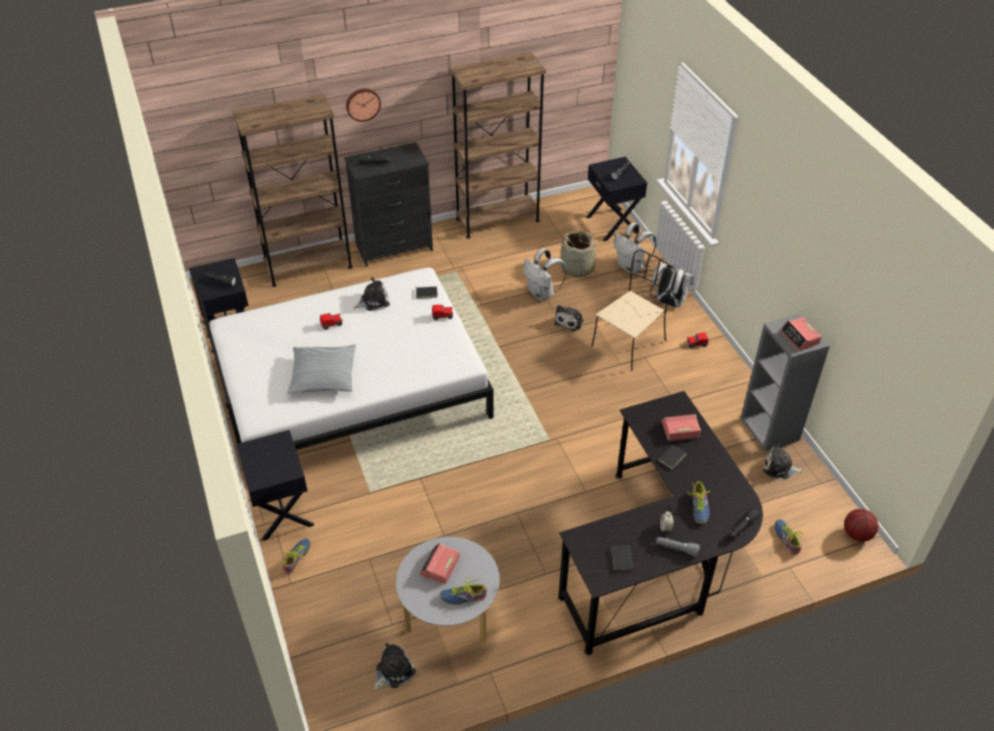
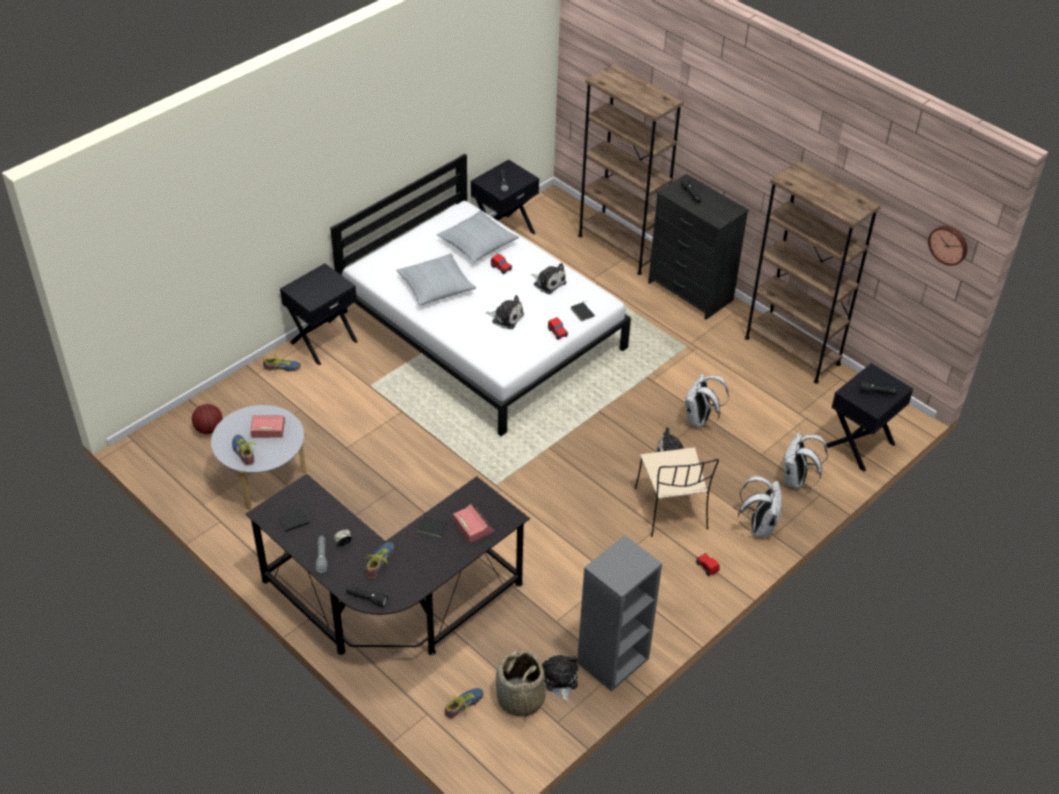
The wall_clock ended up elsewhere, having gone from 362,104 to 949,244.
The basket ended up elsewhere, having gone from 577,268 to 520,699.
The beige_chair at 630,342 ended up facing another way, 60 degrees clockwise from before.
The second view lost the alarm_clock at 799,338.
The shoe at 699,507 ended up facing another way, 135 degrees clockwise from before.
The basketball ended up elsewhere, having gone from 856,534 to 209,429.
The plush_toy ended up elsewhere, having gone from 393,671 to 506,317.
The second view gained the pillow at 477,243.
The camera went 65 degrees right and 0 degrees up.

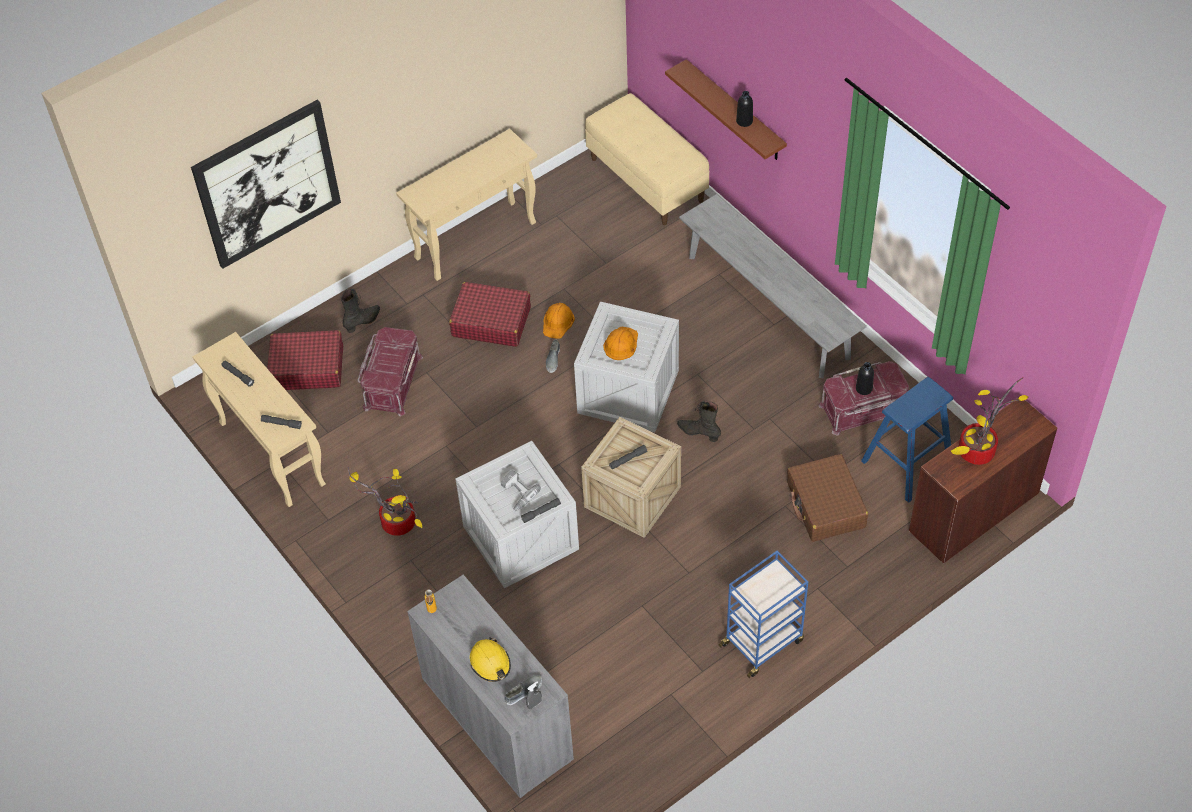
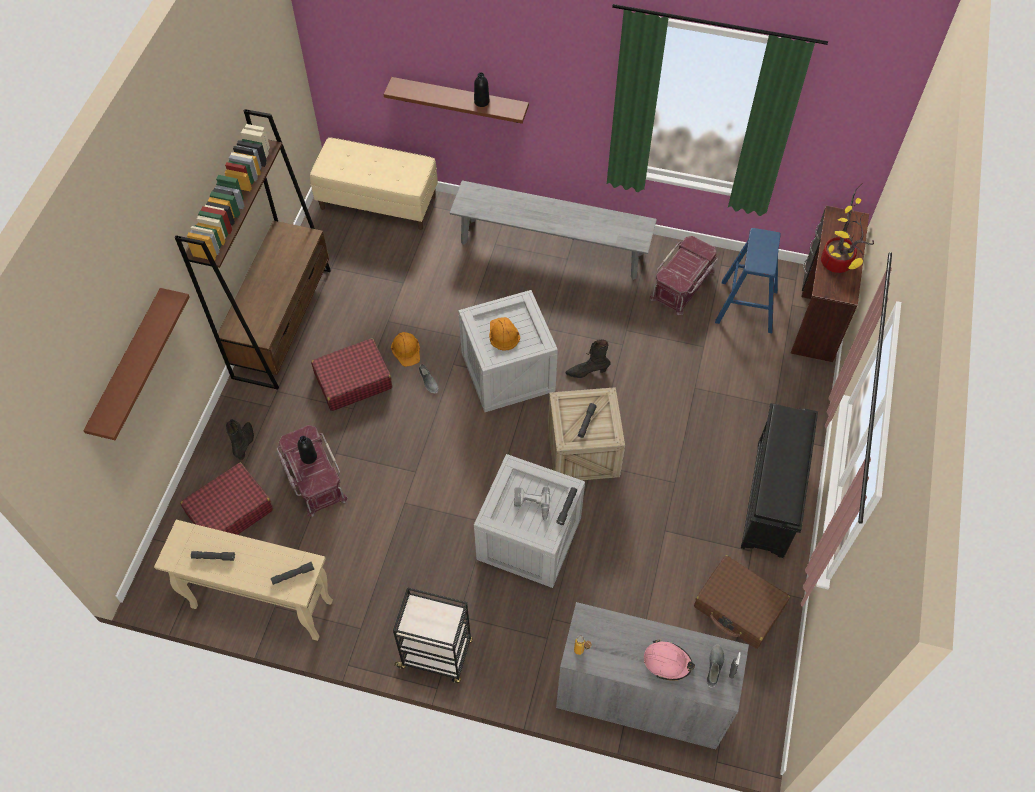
Where the picture hung at 267,184, the brown_shelf came to hang at 128,366.
Where the beige_console_table stood at 476,240, the brown_bookcase came to stand at 283,322.
The black_bottle ended up elsewhere, having gone from 864,388 to 309,457.
The brown_suitcase ended up elsewhere, having gone from 825,505 to 739,607.
The second view lost the potted_plant at 395,523.
Where the blue_cart stood at 763,642, the black_shoe_rack came to stand at 771,499.
What was the yellow_hard_hat at 490,663 turned into the pink_hard_hat at 667,662.
The second view gained the black_cart at 436,654.
The camera went 40 degrees left and 5 degrees up.

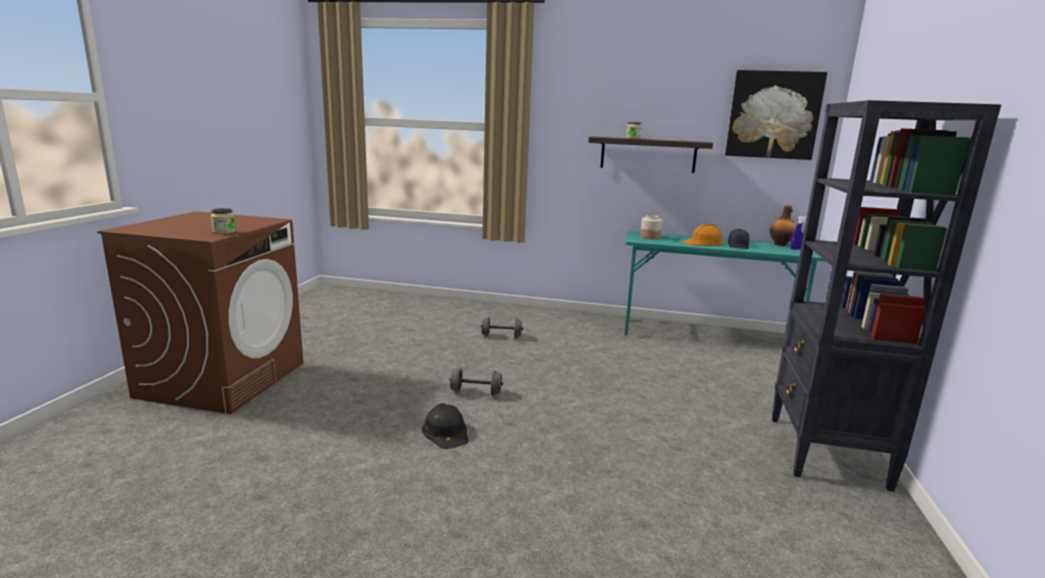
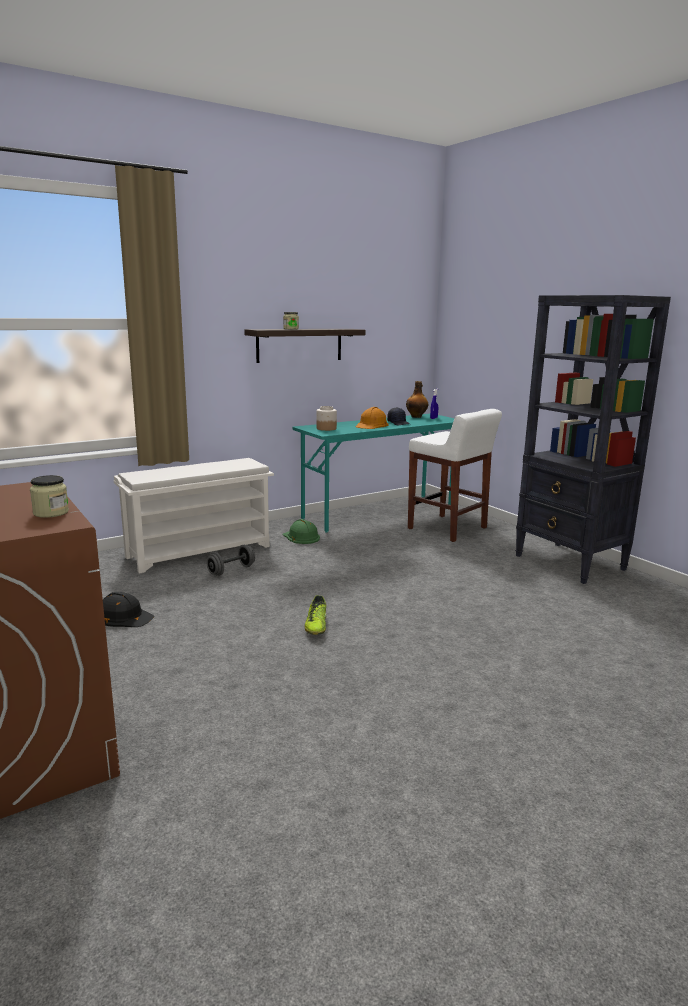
The second view lost the picture at 773,115.
Where the grey_dumbbell stood at 476,392, the shoe came to stand at 316,626.
The black_hard_hat ended up elsewhere, having gone from 446,431 to 124,617.
The second view gained the white_stool at 448,529.
The second view gained the white_shoe_rack at 200,551.
The second view gained the green_hard_hat at 301,537.
The camera went 45 degrees left and 0 degrees up.

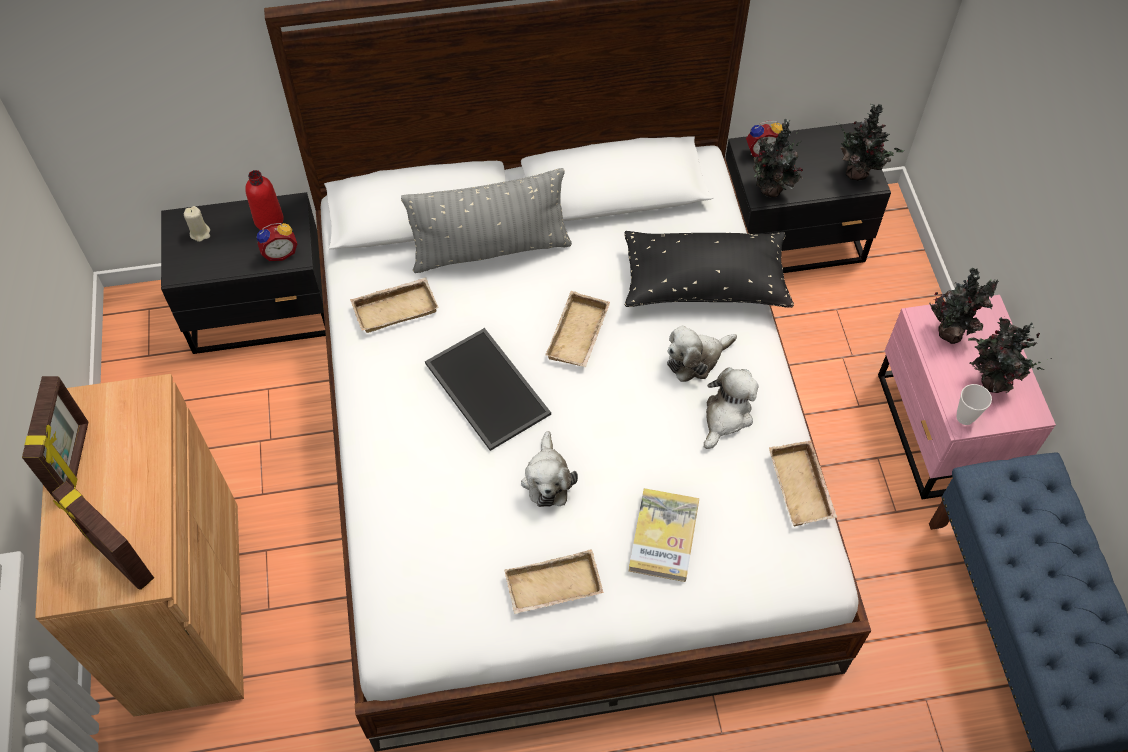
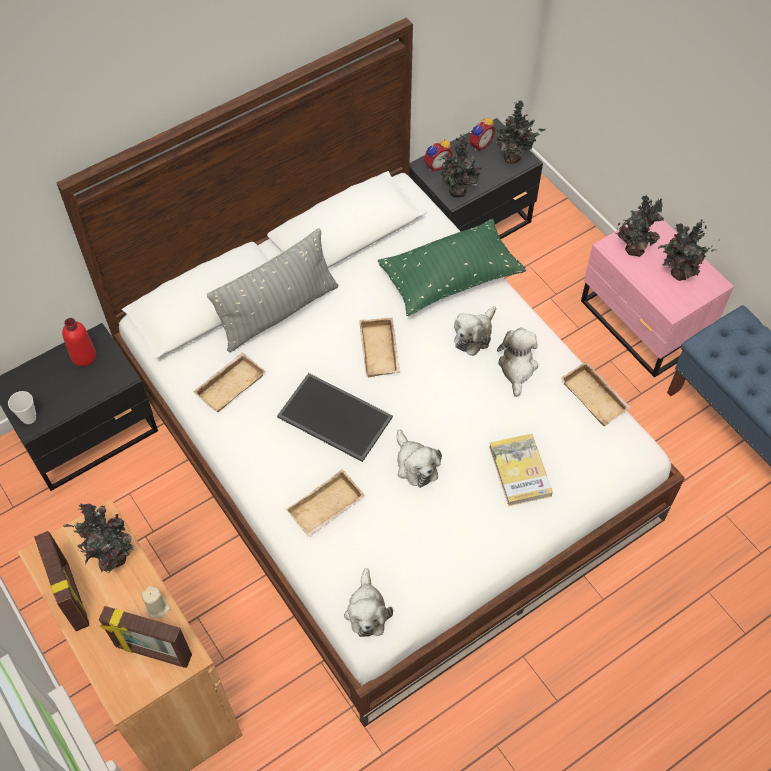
The beige_candle ended up elsewhere, having gone from 200,233 to 157,607.
The alarm_clock ended up elsewhere, having gone from 280,252 to 479,144.
What was the black_pillow at 704,283 turned into the green_pillow at 450,278.
The cup ended up elsewhere, having gone from 965,417 to 29,418.
The beige_tray ended up elsewhere, having gone from 553,588 to 326,508.
The second view gained the potted_plant at 112,557.
The second view gained the plush_toy at 367,611.
The camera went 25 degrees left and 0 degrees up.

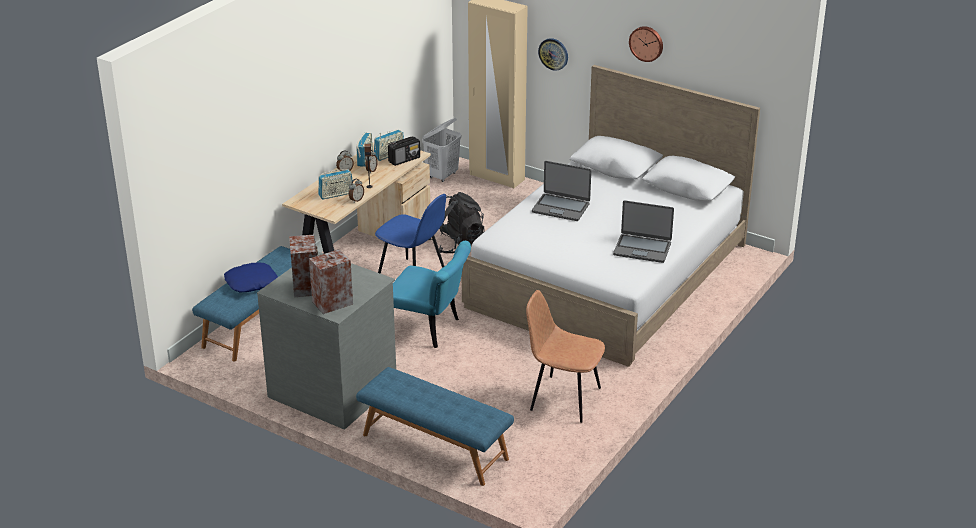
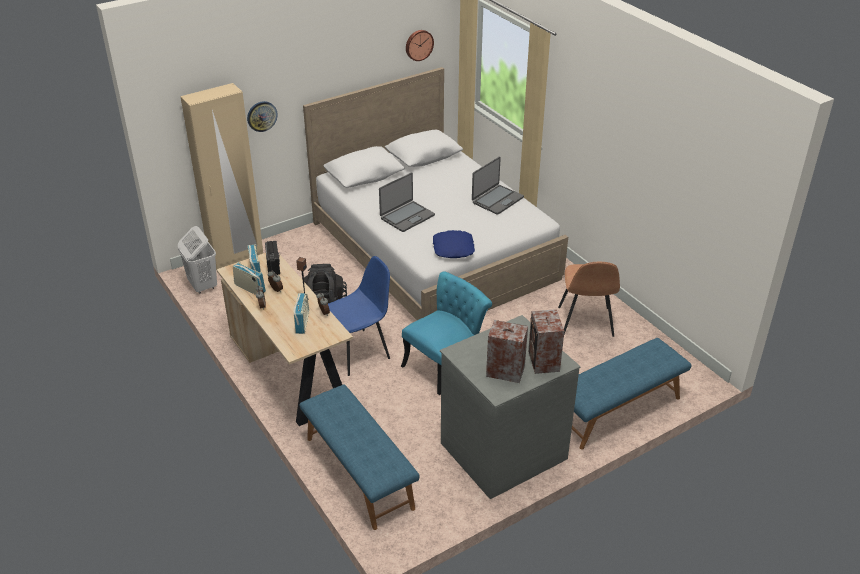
The wall_clock ended up elsewhere, having gone from 646,43 to 418,45.
The blue_pillow ended up elsewhere, having gone from 251,282 to 453,249.
The brown_chair at 563,398 ended up facing another way, 45 degrees counterclockwise from before.
The camera went 65 degrees left and 5 degrees up.

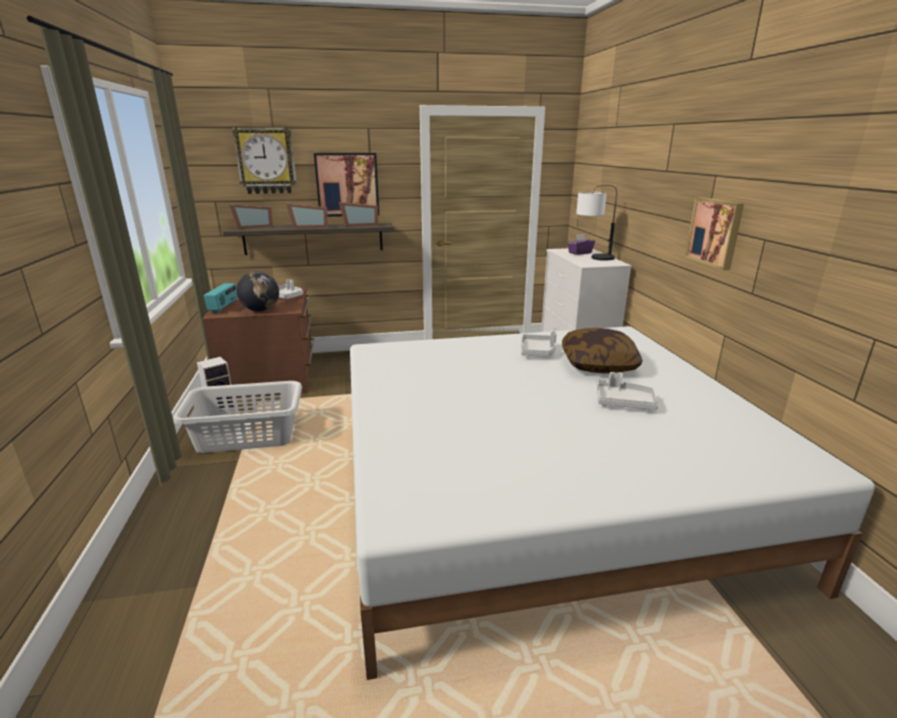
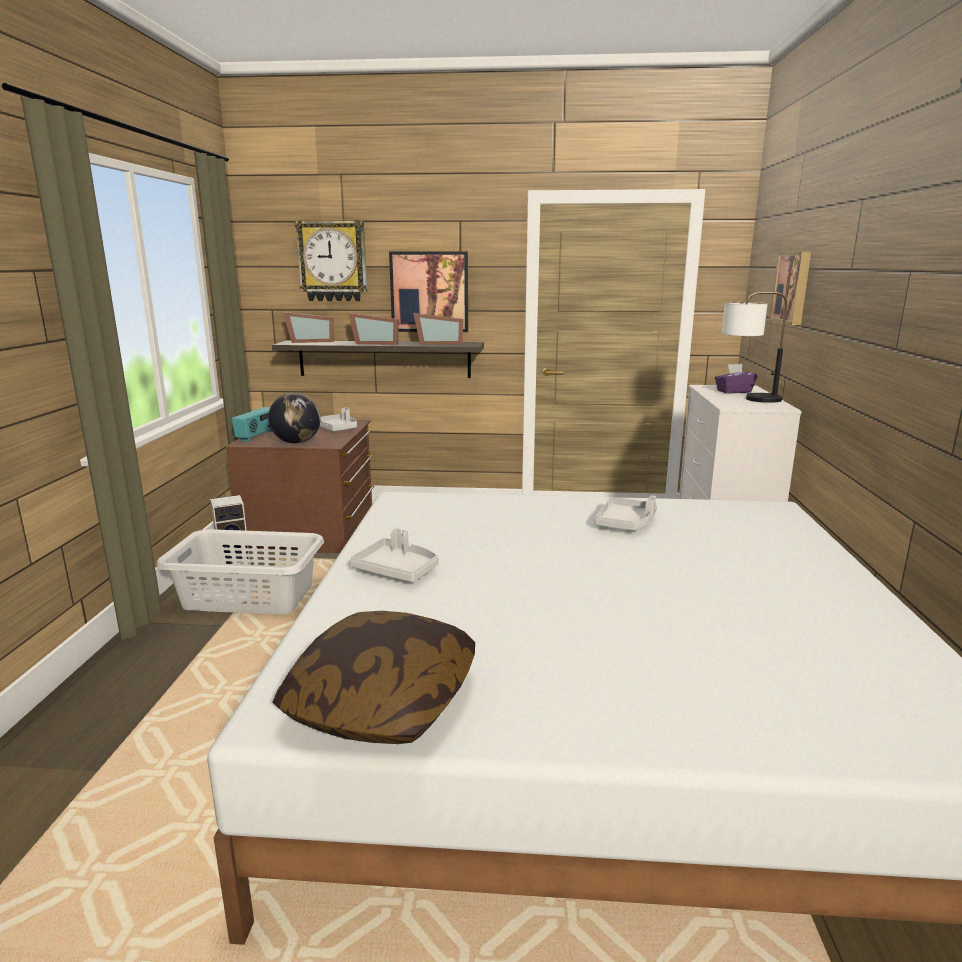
The picture ended up elsewhere, having gone from 715,232 to 793,287.
The pillow ended up elsewhere, having gone from 598,364 to 382,702.
The grey_tray ended up elsewhere, having gone from 624,402 to 397,570.
The camera went 15 degrees right and 5 degrees down.

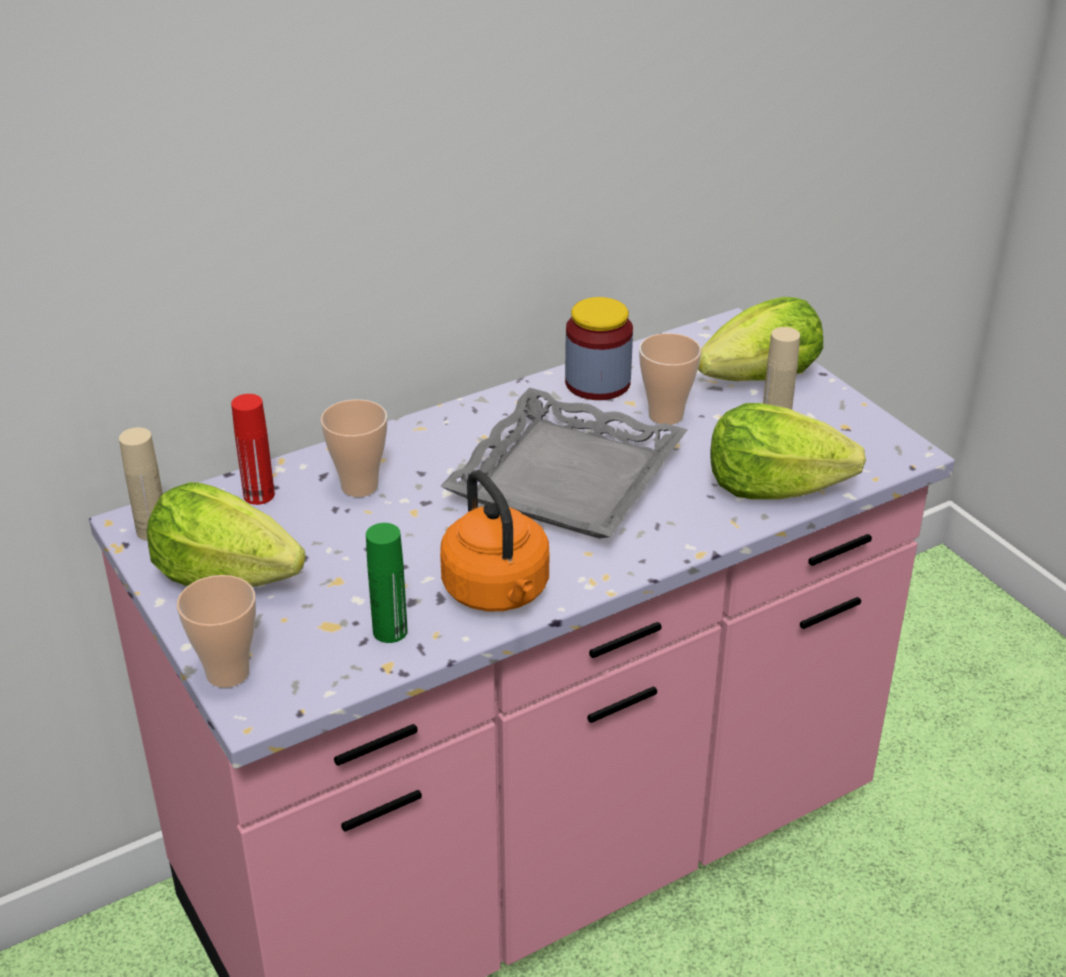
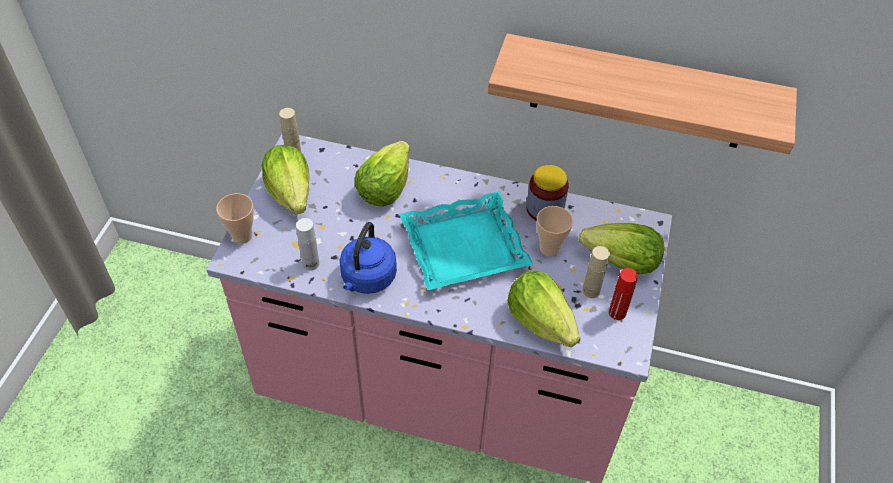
What was the grey_tray at 565,477 turned into the turquoise_tray at 464,246.
The red_bottle ended up elsewhere, having gone from 259,495 to 617,312.
Where the cup stood at 359,486, the lettuce came to stand at 384,189.
What was the orange_kettle at 498,592 turned into the blue_kettle at 367,279.
What was the green_bottle at 390,631 turned into the white_bottle at 310,263.
The second view gained the shelf at 639,93.
The camera went 45 degrees right and 15 degrees up.

